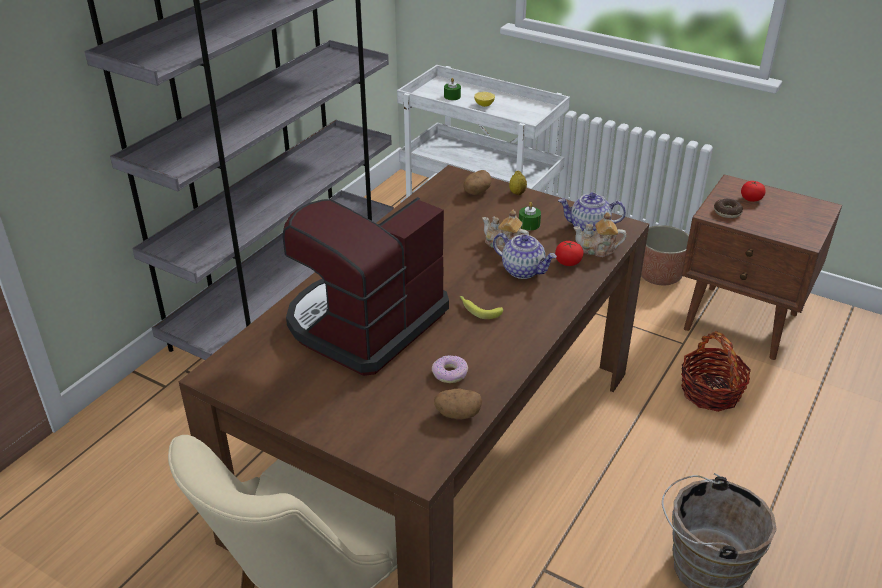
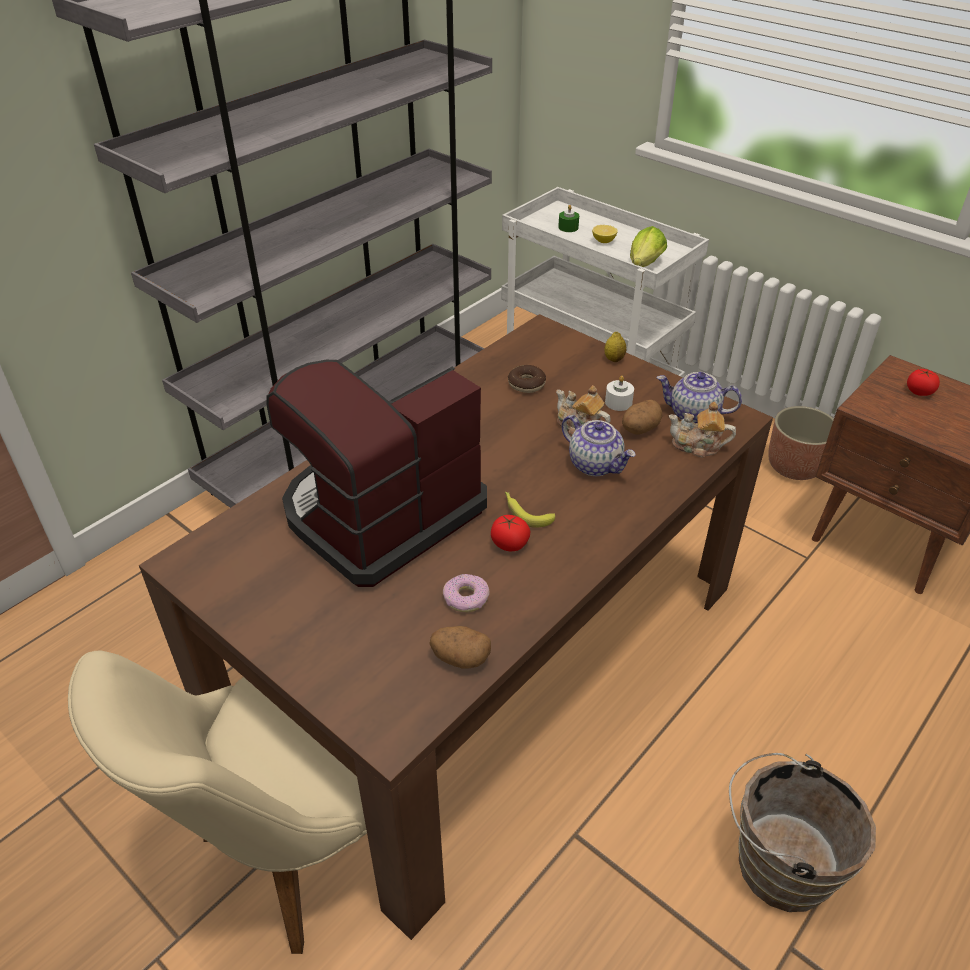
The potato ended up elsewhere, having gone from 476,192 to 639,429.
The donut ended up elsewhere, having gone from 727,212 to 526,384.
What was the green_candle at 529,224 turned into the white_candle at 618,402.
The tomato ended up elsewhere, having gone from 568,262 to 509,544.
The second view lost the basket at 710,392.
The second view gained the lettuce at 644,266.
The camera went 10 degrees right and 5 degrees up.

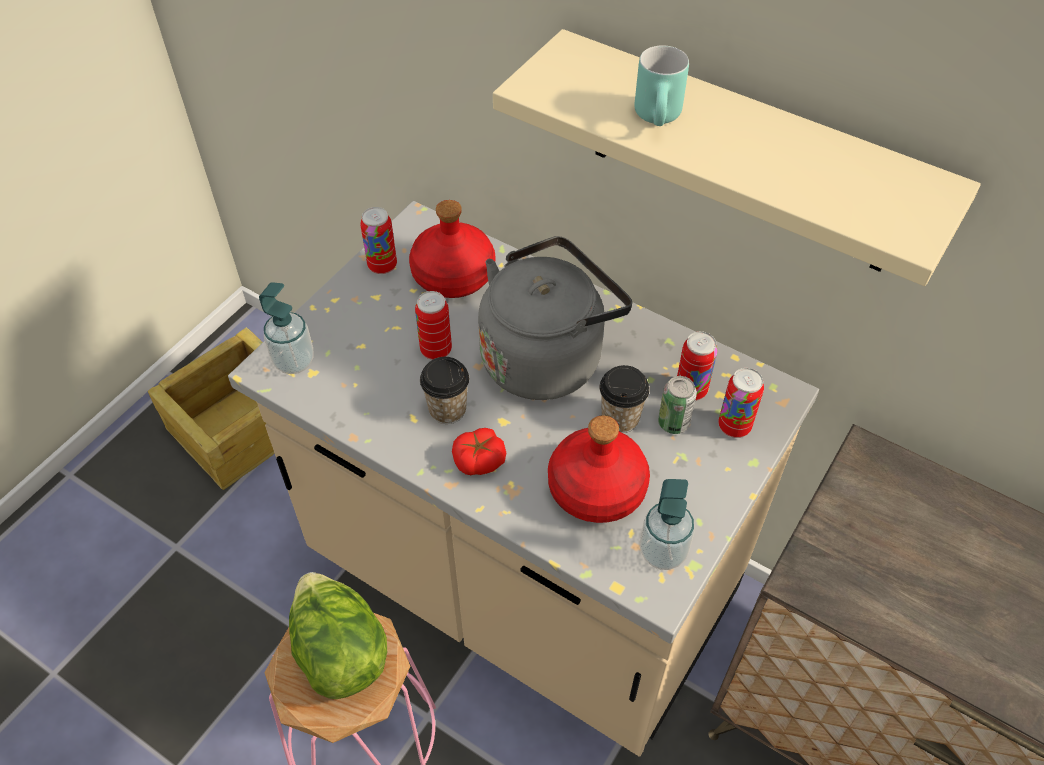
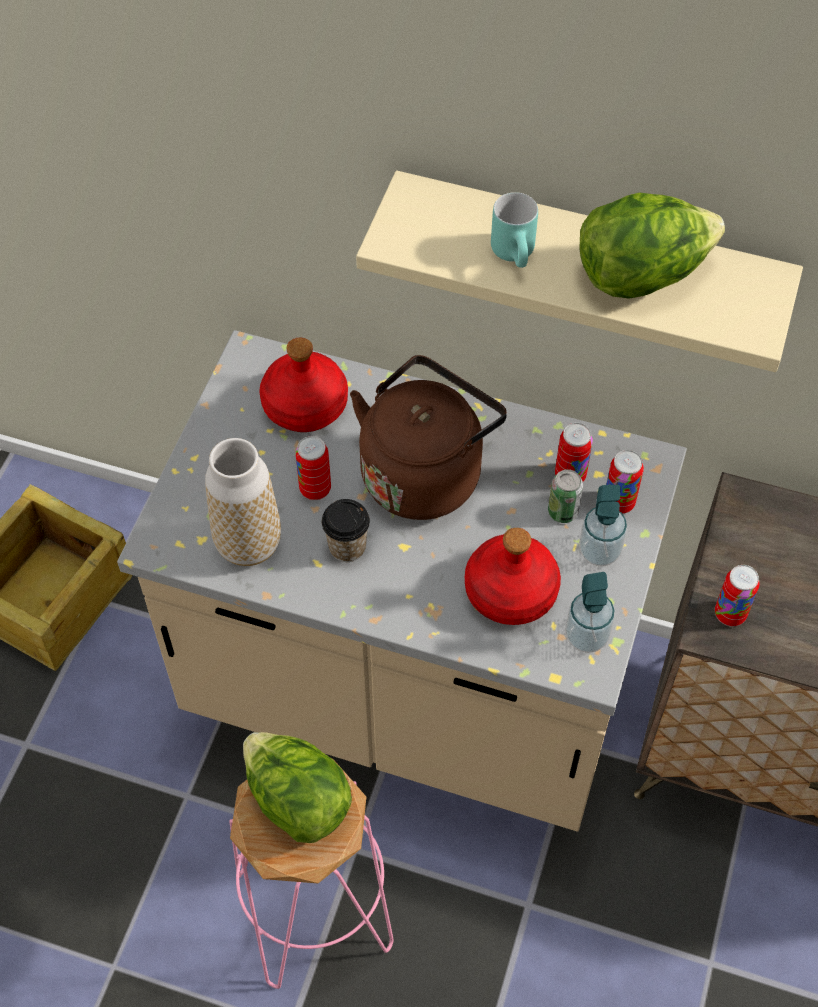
The can ended up elsewhere, having gone from 382,266 to 730,614.
What was the grey_kettle at 546,357 turned into the brown_kettle at 424,472.
The soap_dispenser ended up elsewhere, having gone from 294,361 to 599,551.
The second view lost the cup at 620,418.
The second view lost the tomato at 479,460.
The second view gained the lettuce at 641,275.
The second view gained the vase at 248,544.
The camera went 15 degrees left and 5 degrees up.

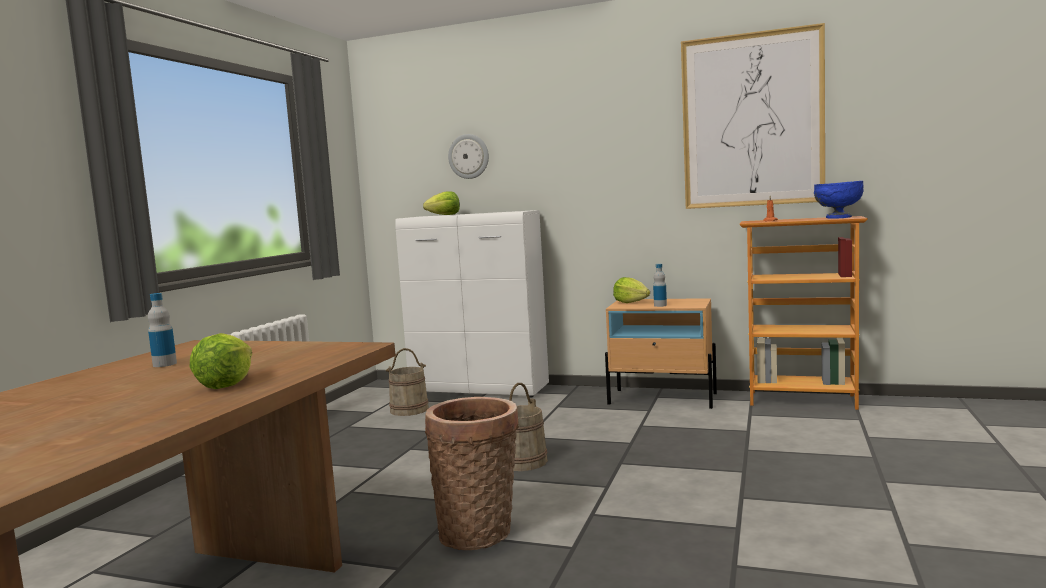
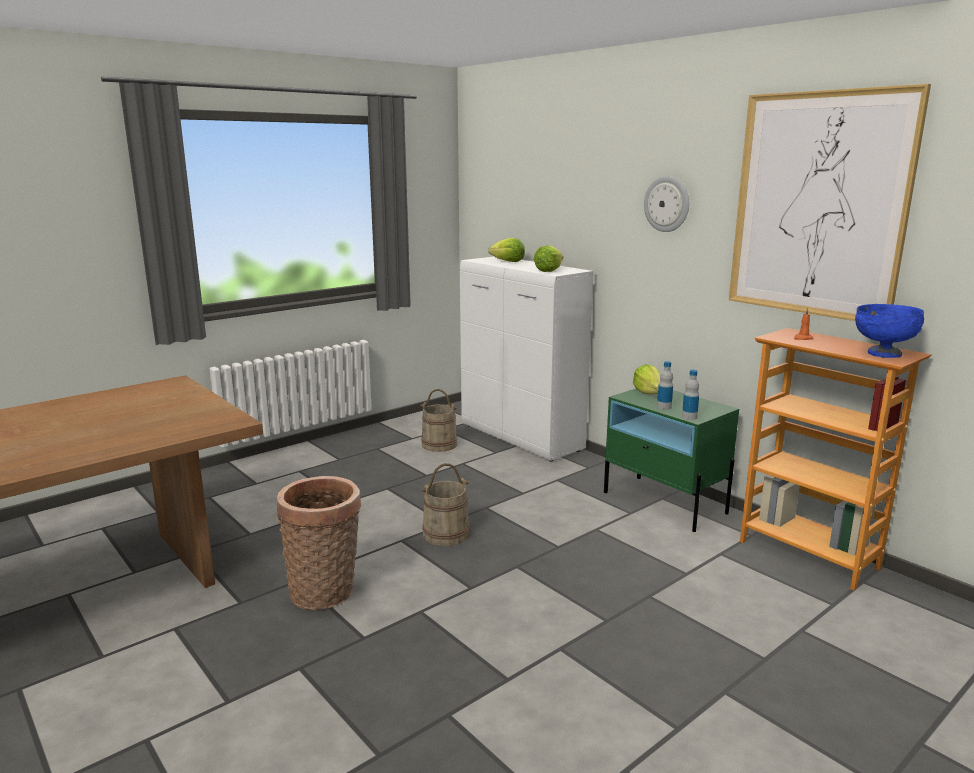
The wall_clock ended up elsewhere, having gone from 469,156 to 667,204.
The bottle ended up elsewhere, having gone from 164,364 to 689,417.
What was the beige_nightstand at 663,399 turned into the green_nightstand at 664,503.
The lettuce ended up elsewhere, having gone from 227,384 to 548,270.
The camera went 30 degrees right and 10 degrees up.

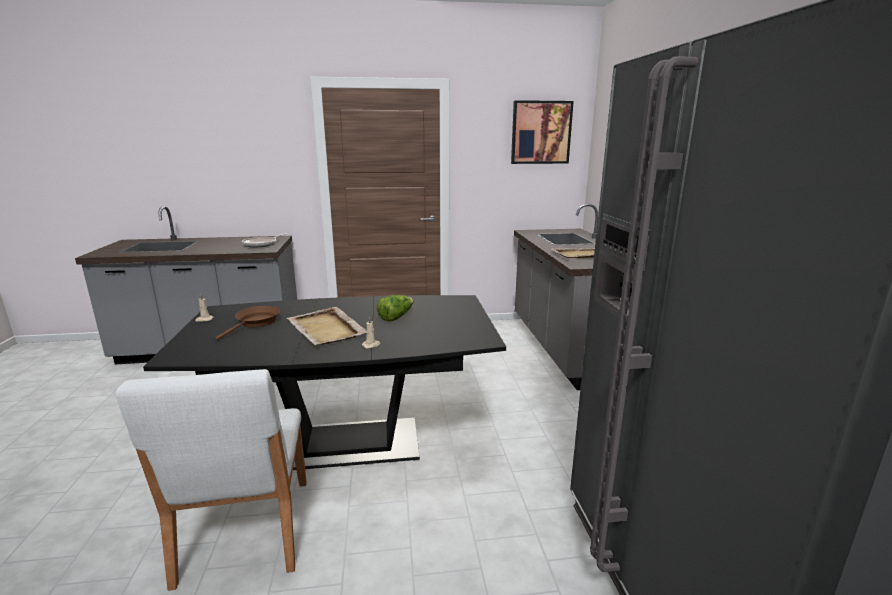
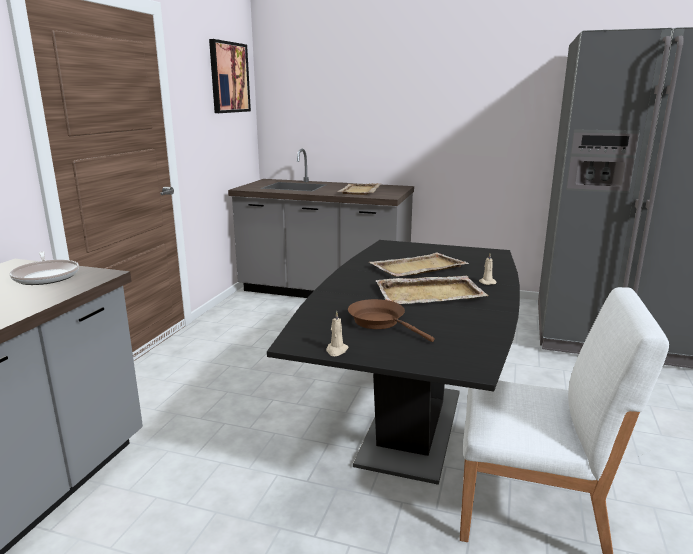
Where the lettuce stood at 396,317, the beige_tray came to stand at 417,268.
The camera went 65 degrees left and 0 degrees up.

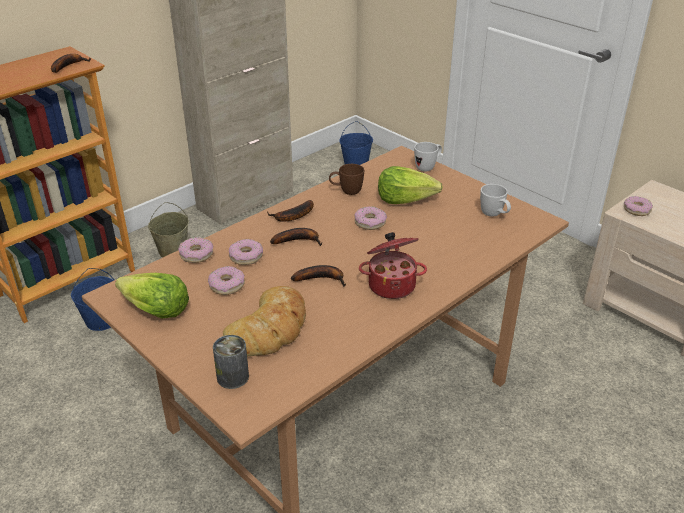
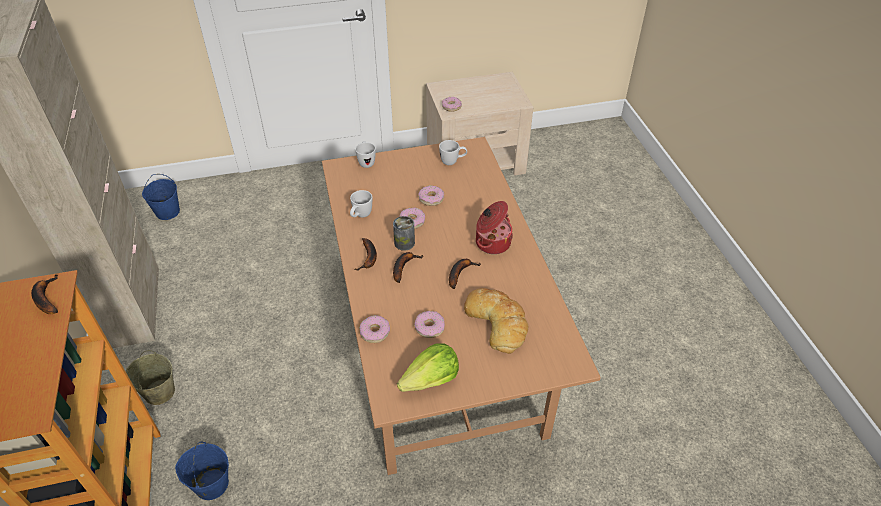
What was the brown_mug at 346,192 turned into the white_mug at 360,216.
The second view lost the lettuce at 405,199.
The donut ended up elsewhere, having gone from 246,256 to 431,199.
The can ended up elsewhere, having gone from 232,377 to 404,243.
The camera went 60 degrees left and 10 degrees up.

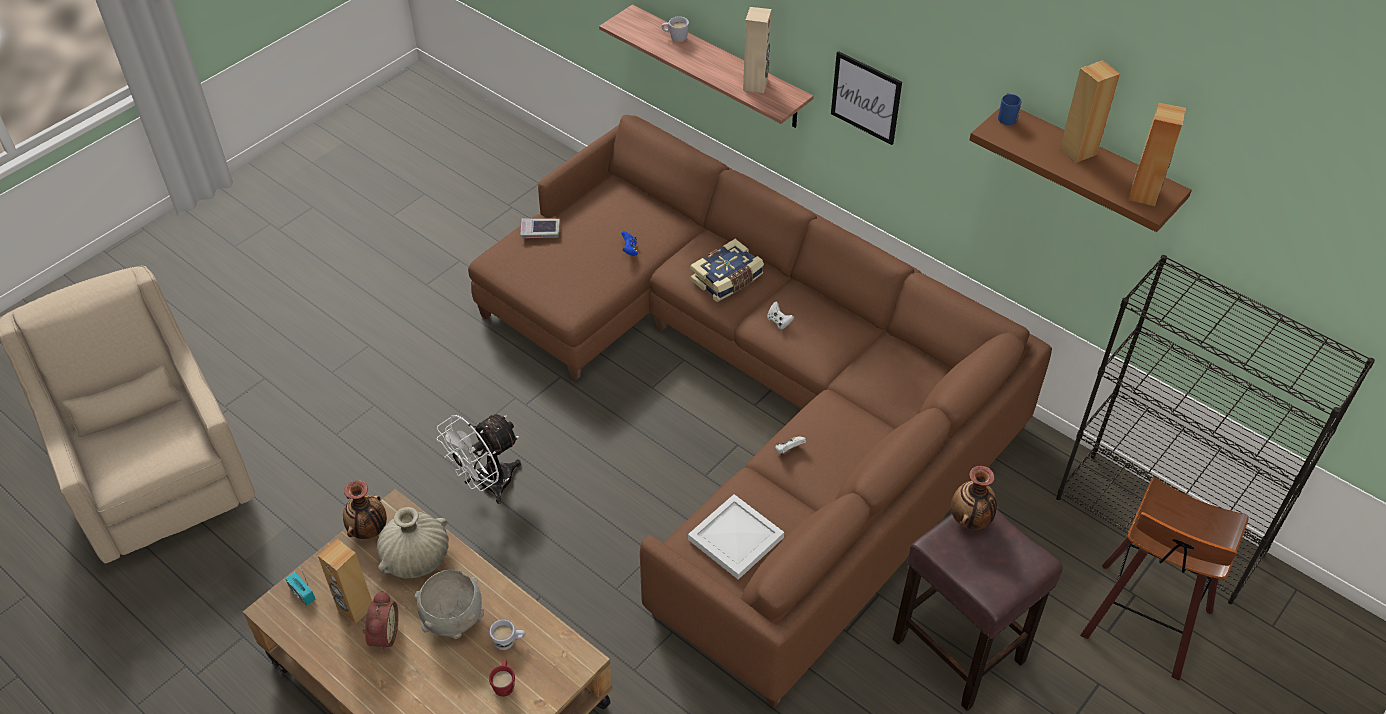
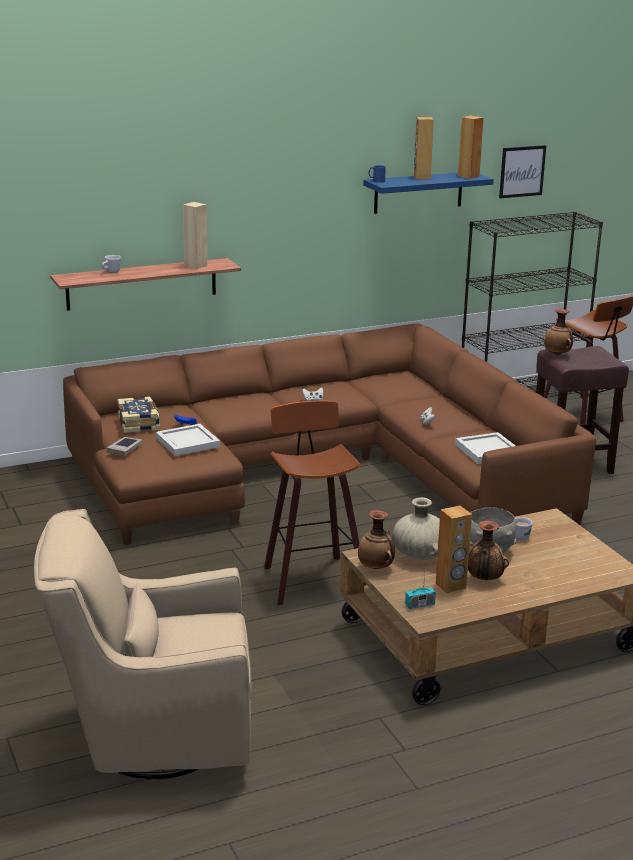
The picture ended up elsewhere, having gone from 866,97 to 522,171.
What was the brown_shelf at 1089,166 turned into the blue_shelf at 418,192.
The book ended up elsewhere, having gone from 727,280 to 139,423.
Where the white_fan stood at 487,485, the stool came to stand at 310,578.
Where the alarm_clock stood at 382,635, the vase came to stand at 484,579.
The second view lost the red_mug at 504,684.
The second view gained the white_tray at 186,442.
The camera went 65 degrees left and 25 degrees down.

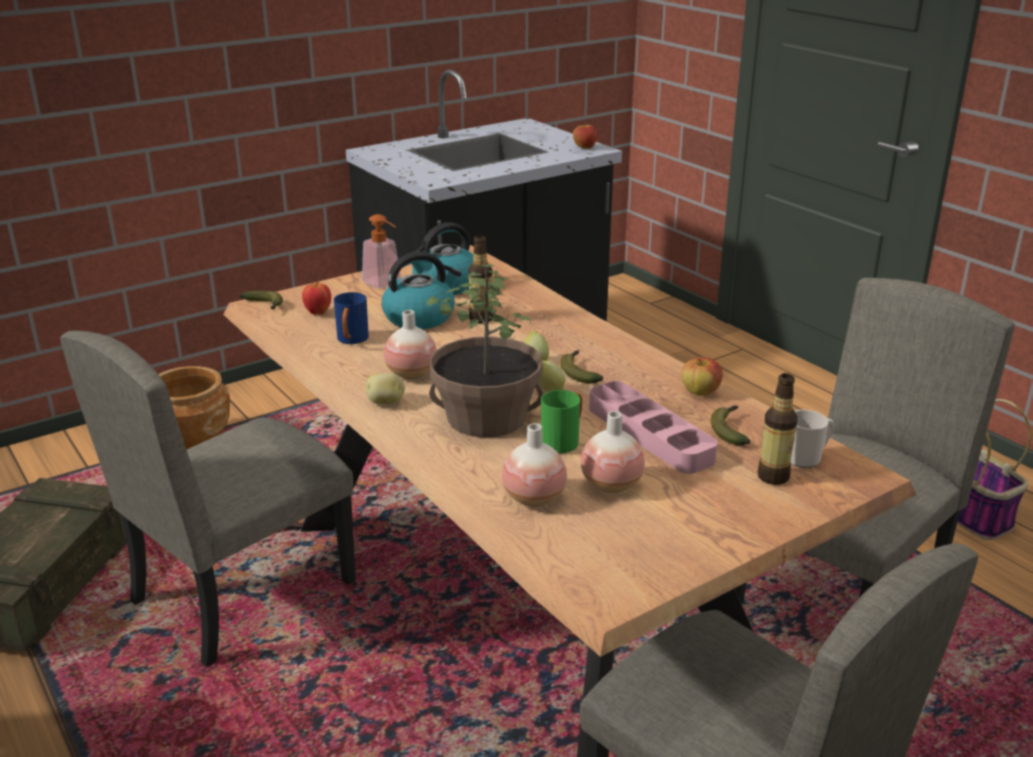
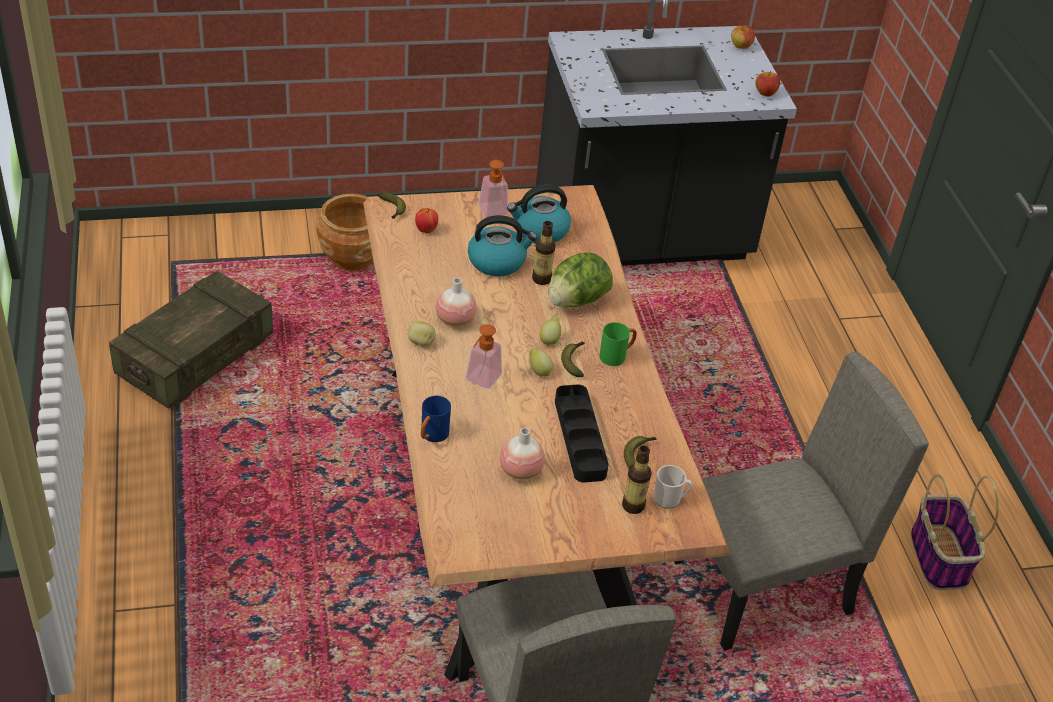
Where the potted_plant stood at 487,417, the soap_dispenser came to stand at 480,381.
The blue_mug ended up elsewhere, having gone from 351,341 to 432,436.
The second view lost the beige_chair at 242,591.
The apple ended up elsewhere, having gone from 700,392 to 740,46.
What was the pink_tray at 649,433 turned into the black_tray at 580,437.
The green_mug ended up elsewhere, having gone from 564,441 to 617,356.
The second view lost the vase at 534,498.
The second view gained the lettuce at 576,301.
The camera went 20 degrees right and 15 degrees up.

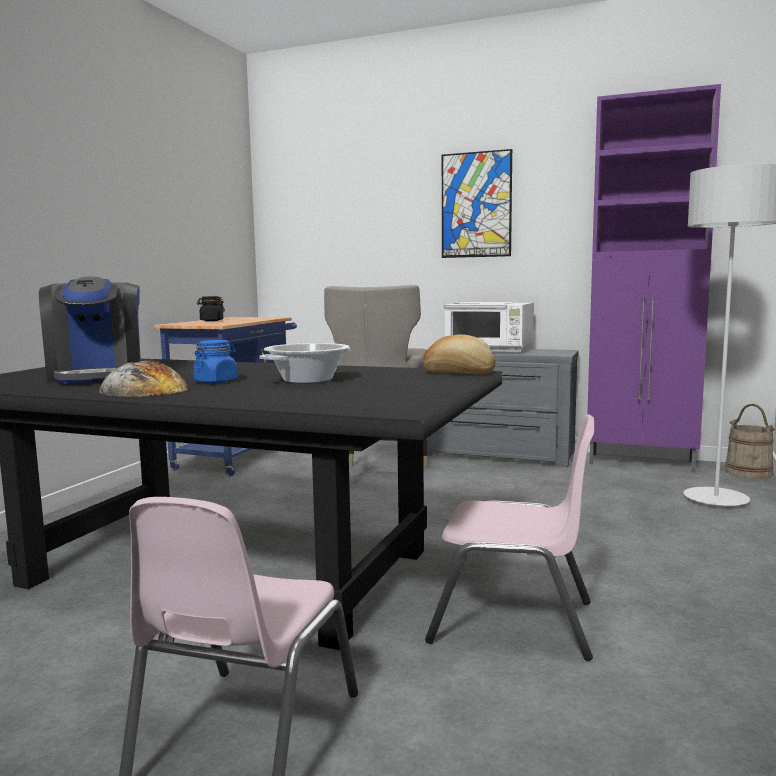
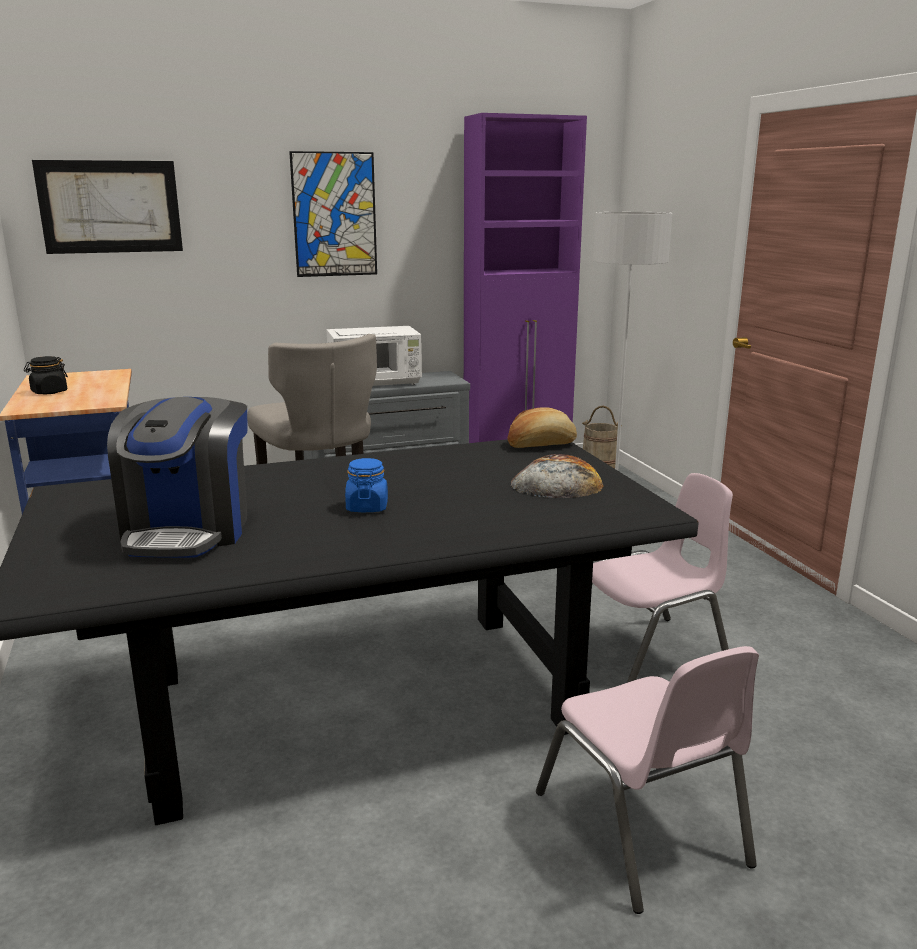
The coffee_machine at 97,376 ended up facing another way, 60 degrees clockwise from before.
The second view lost the cooking_pot at 308,380.
The bread ended up elsewhere, having gone from 144,389 to 557,484.
The second view gained the picture at 110,207.
The camera went 40 degrees left and 10 degrees up.

